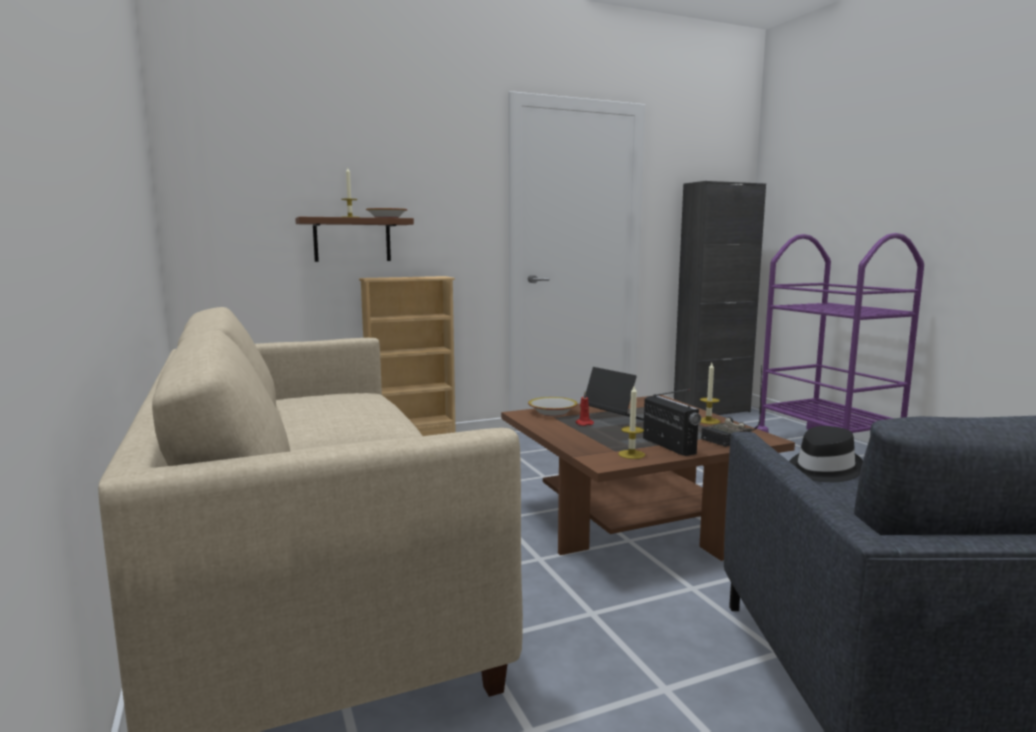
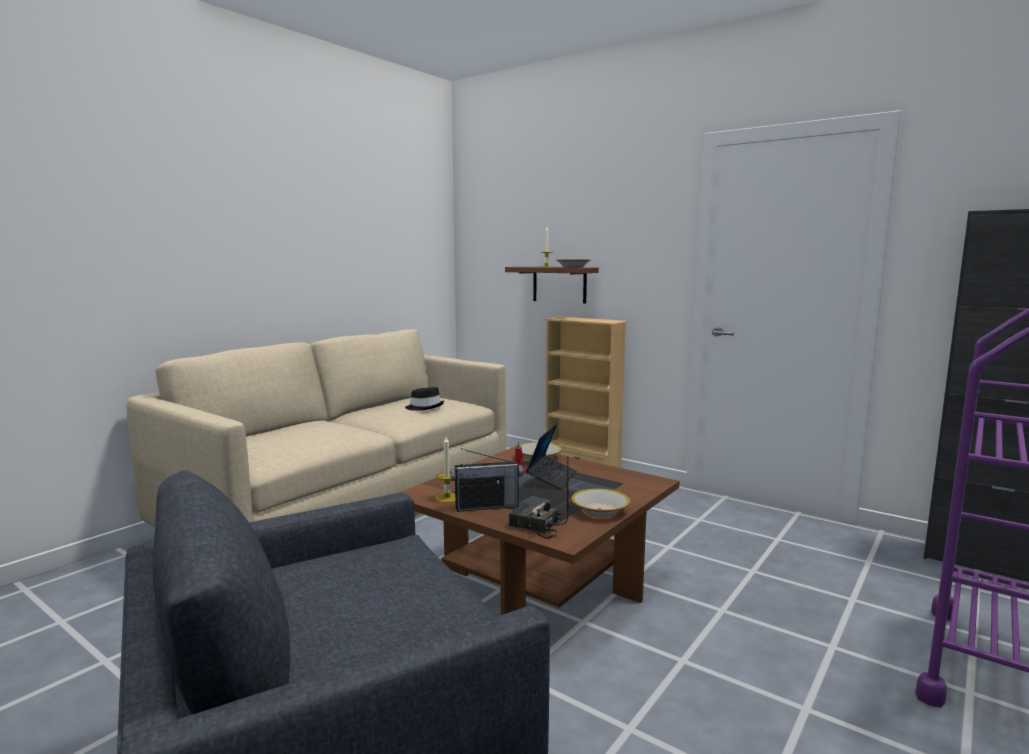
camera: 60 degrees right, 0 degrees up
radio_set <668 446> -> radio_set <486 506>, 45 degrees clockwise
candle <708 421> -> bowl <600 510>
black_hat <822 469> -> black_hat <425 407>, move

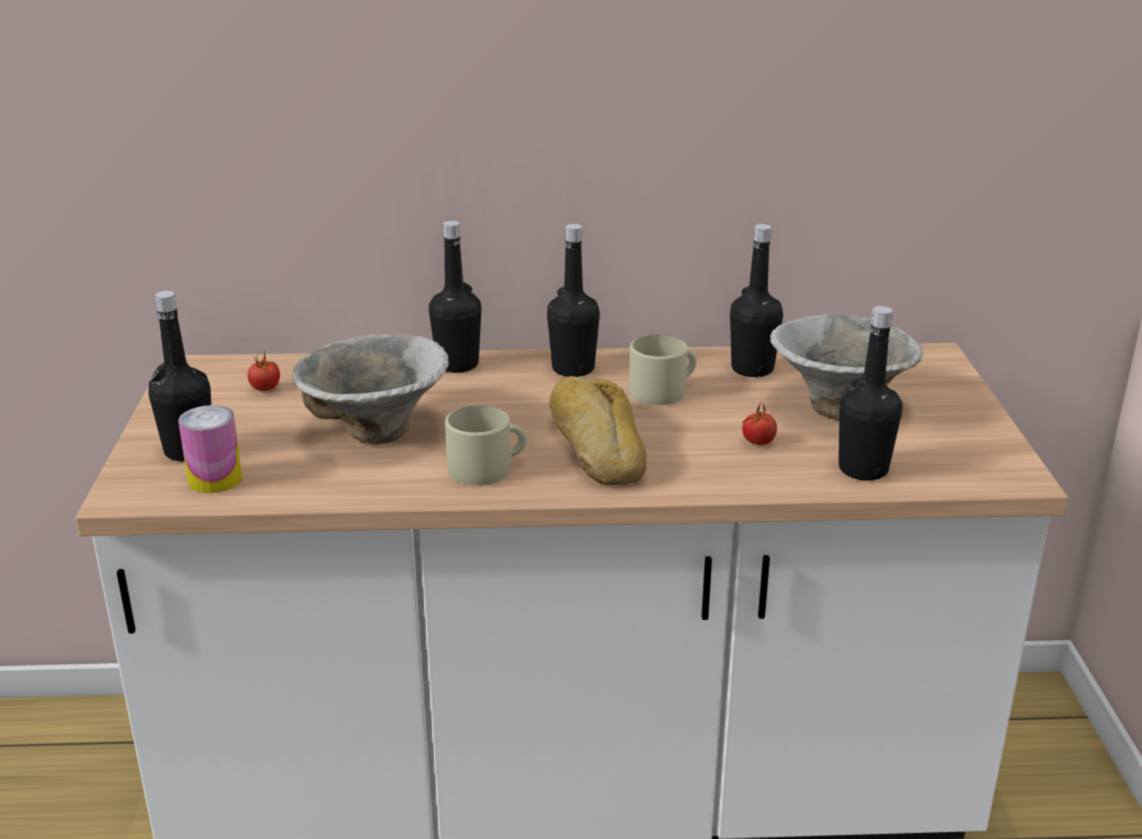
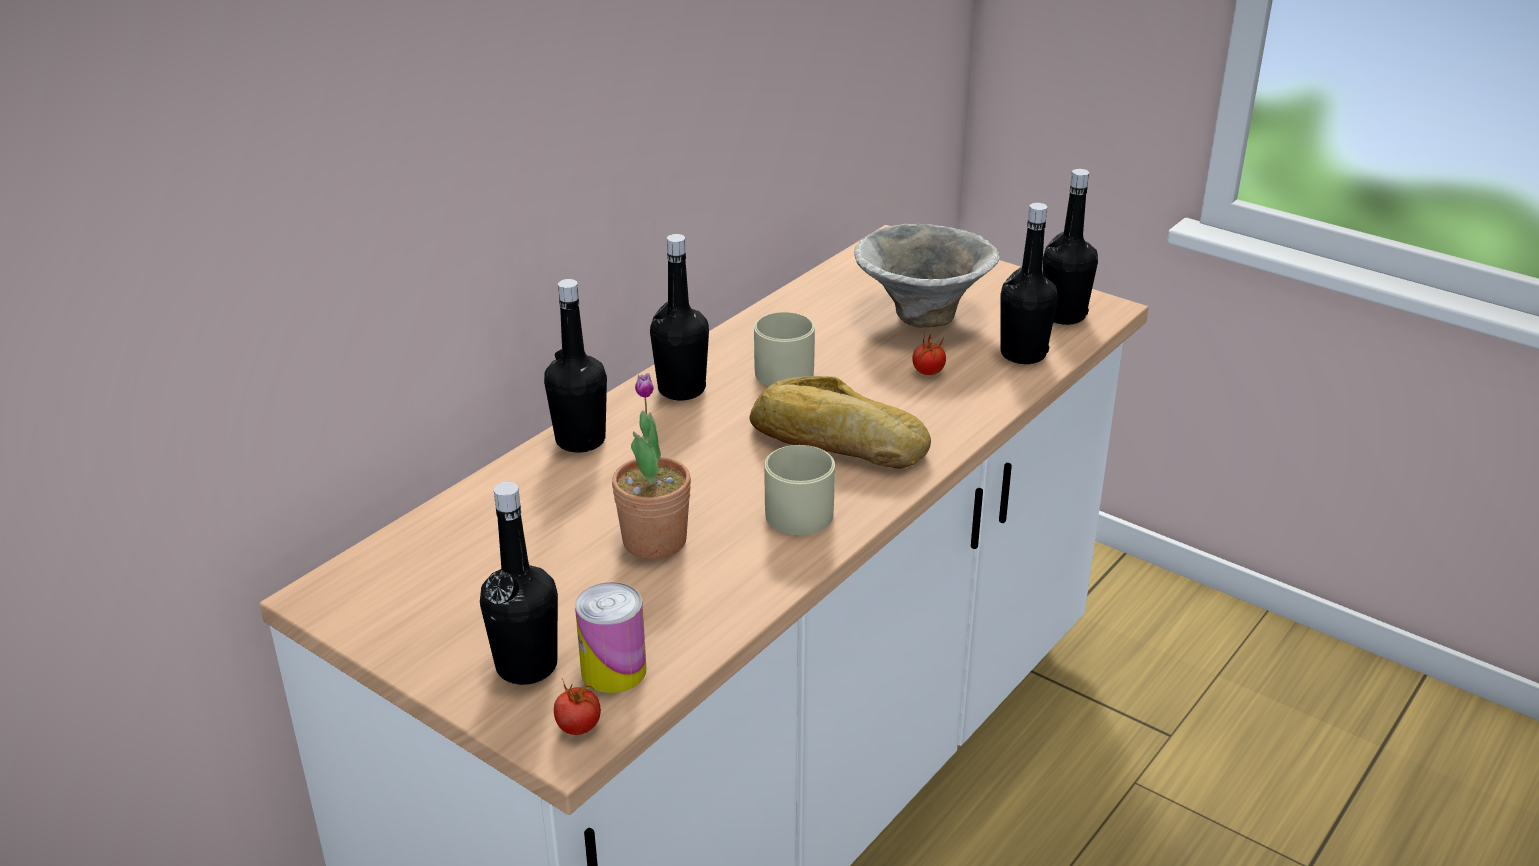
camera: 50 degrees left, 5 degrees up
fresh_tomato <265 389> -> fresh_tomato <578 727>, move
bowl <375 434> -> potted_plant <654 541>
black_drink_bottle <752 369> -> black_drink_bottle <1063 315>, move

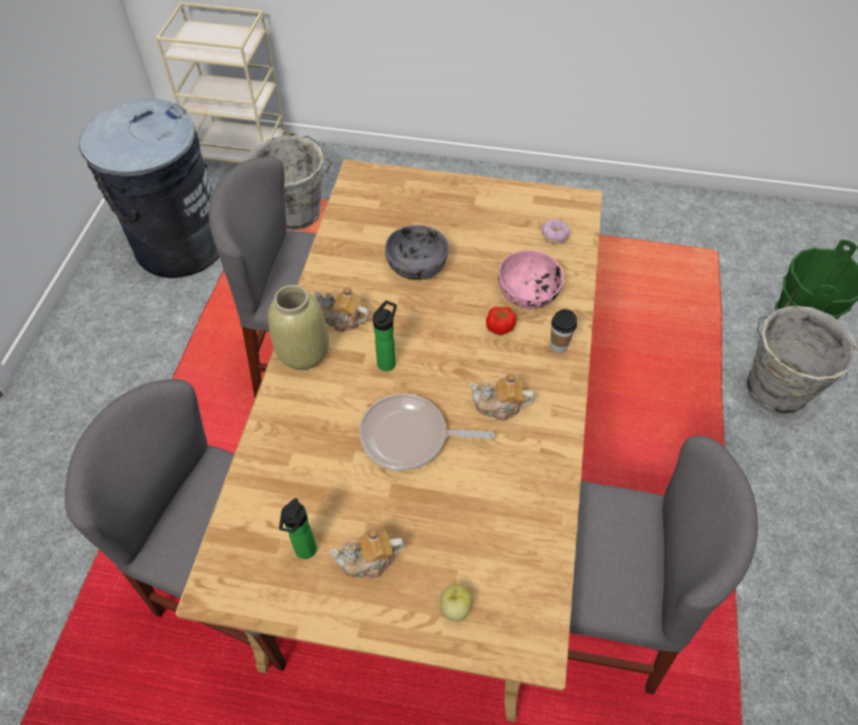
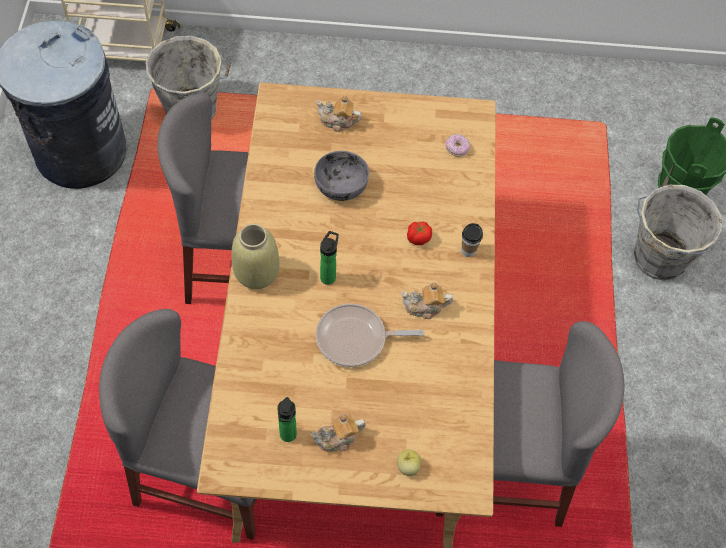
camera: 10 degrees left, 5 degrees up
teapot <342 319> -> teapot <337 122>, move
pinkish_bowl <528 293> -> none

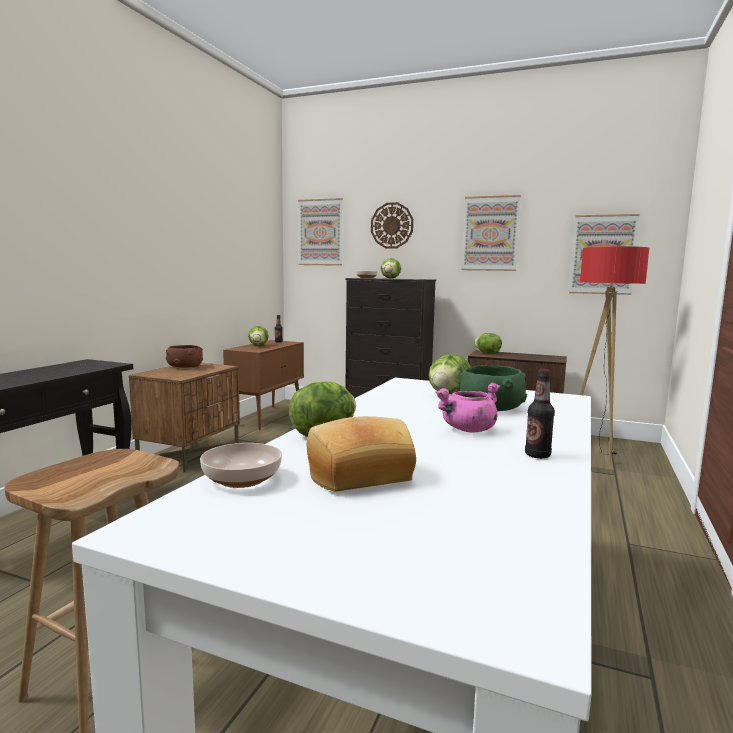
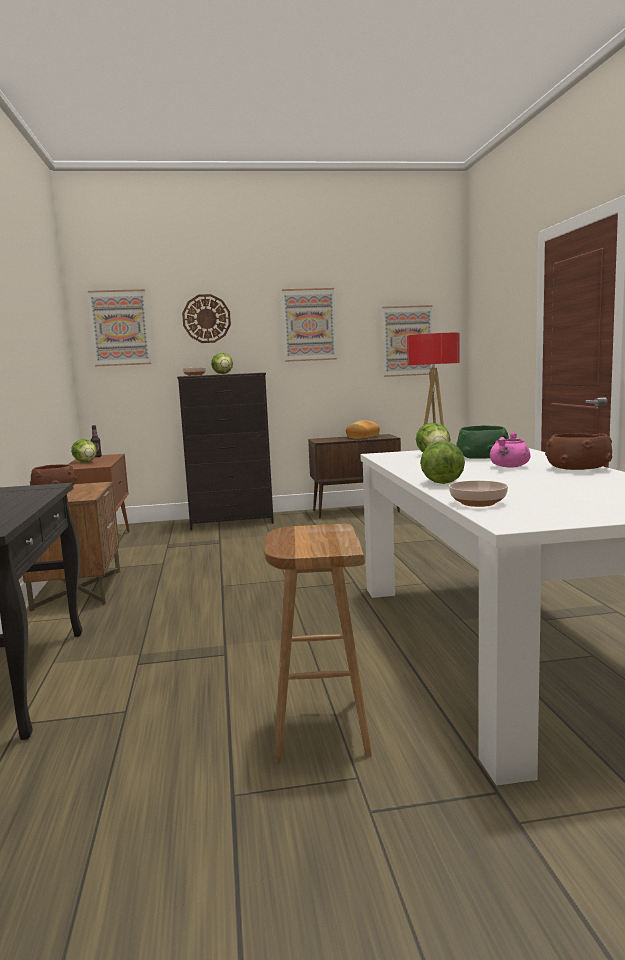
camera: 30 degrees left, 0 degrees up
bread <357 473> -> bread <362 437>, move
head_of_lettuce <487 353> -> none
drink_bottle <537 455> -> brown-coloured_bowl <577 469>

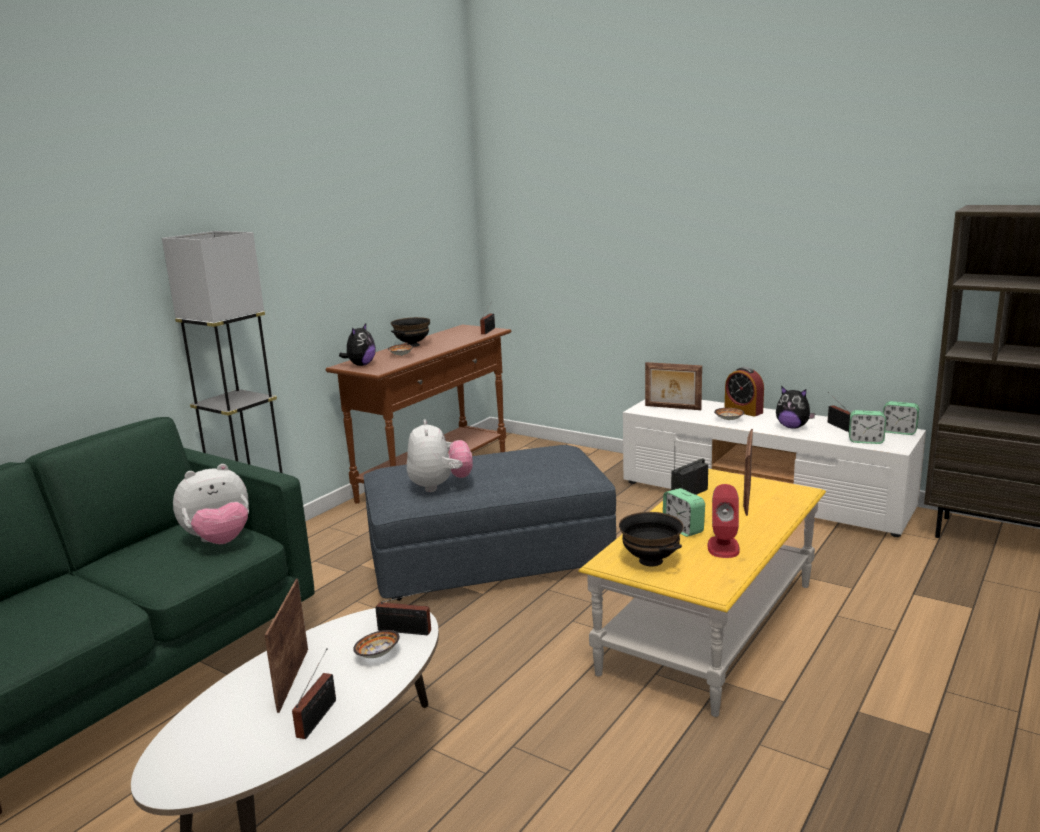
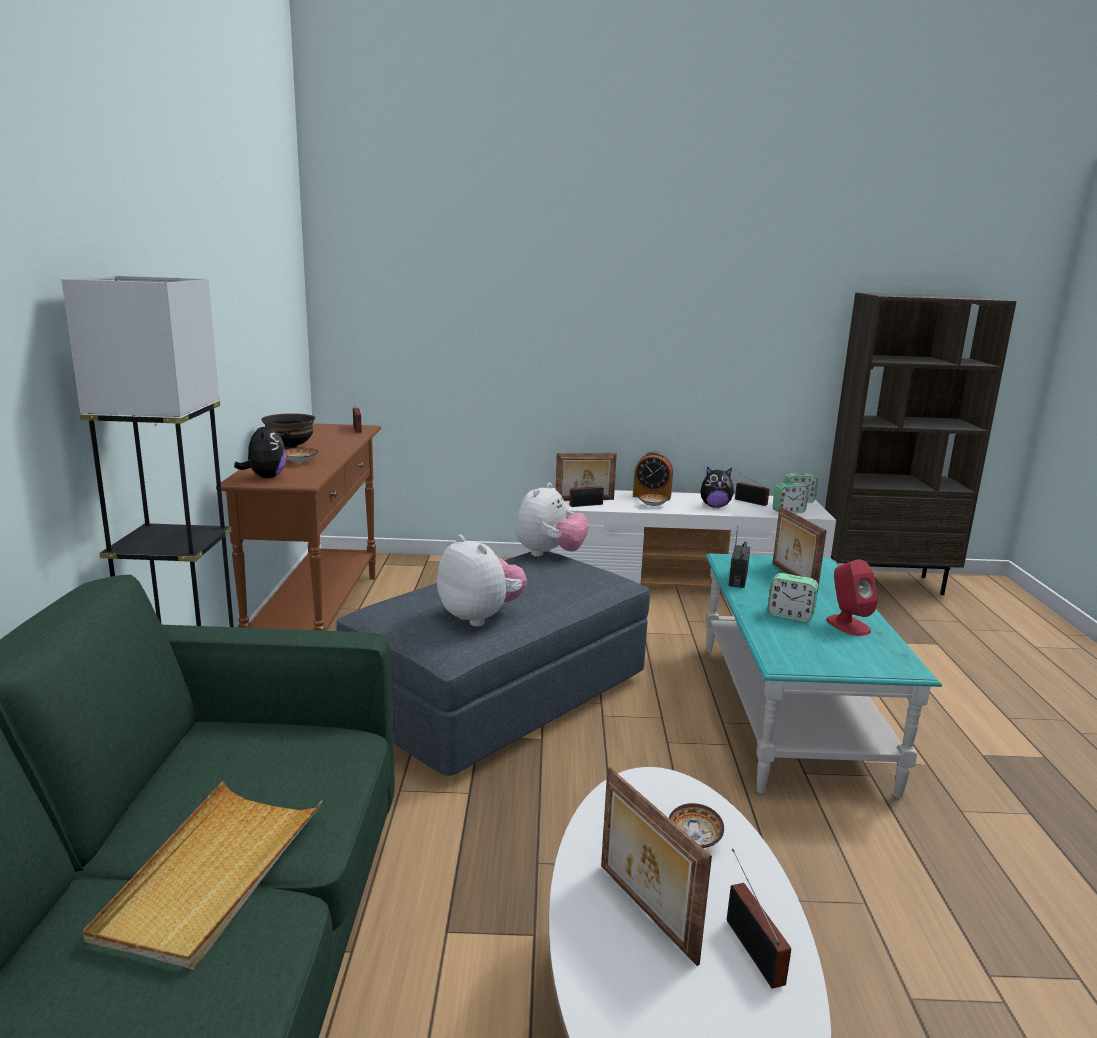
camera: 35 degrees left, 0 degrees up
cuddly_toy <219 541> -> cuddly_toy <549 554>, move
radio_set <407 631> -> radio_set <588 505>, move
yellow-coloured_low_table <710 627> -> turquoise-coloured_low_table <789 713>
black_bowl <650 561> -> none
none -> sand-coloured_serving_tray <212 875>

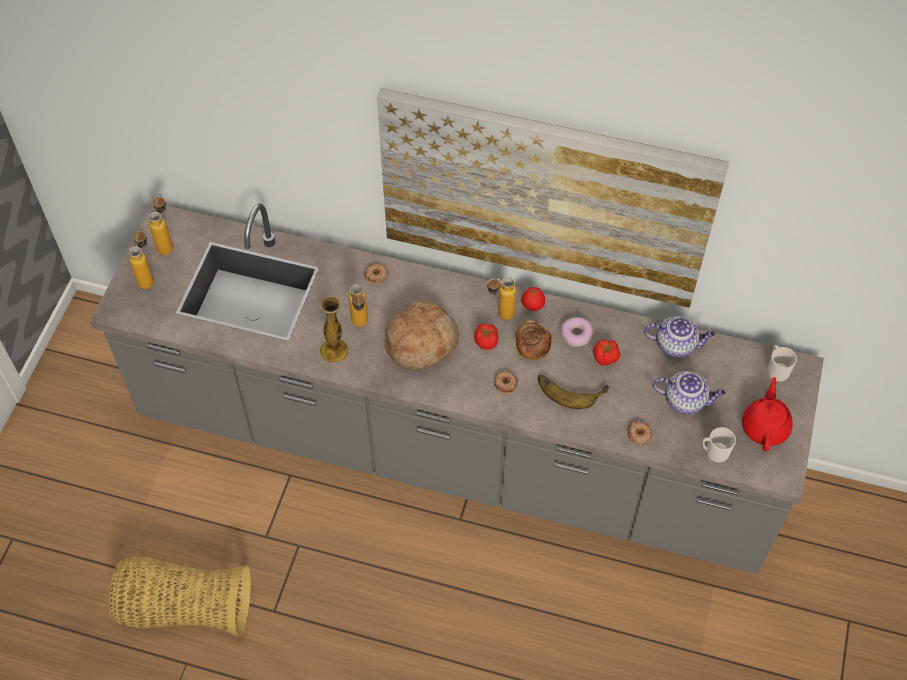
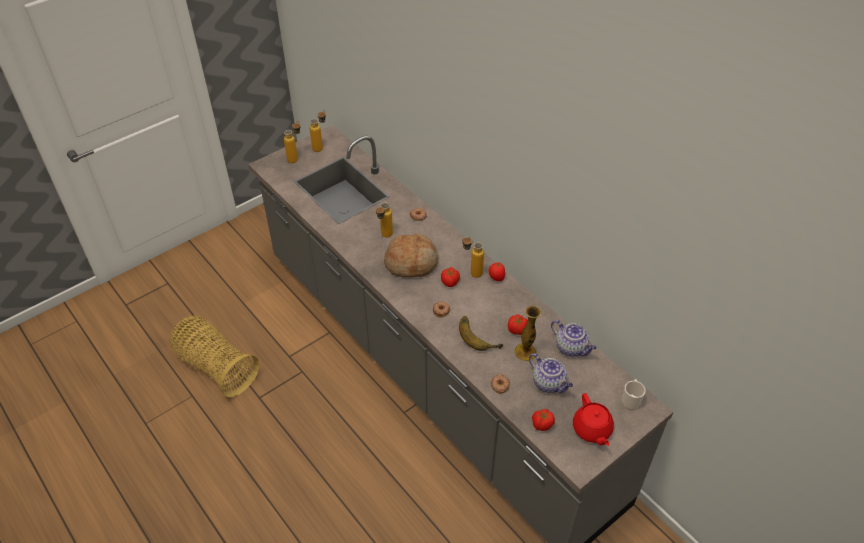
camera: 35 degrees right, 10 degrees down
vase <334 351> -> vase <525 352>, move
wall_picture <544 198> -> none
bread <532 348> -> none
ring_doughnut <576 335> -> none
coffee_mug <714 452> -> fresh_tomato <542 424>
red_teapot <765 427> -> red_teapot <592 430>, 120 degrees clockwise

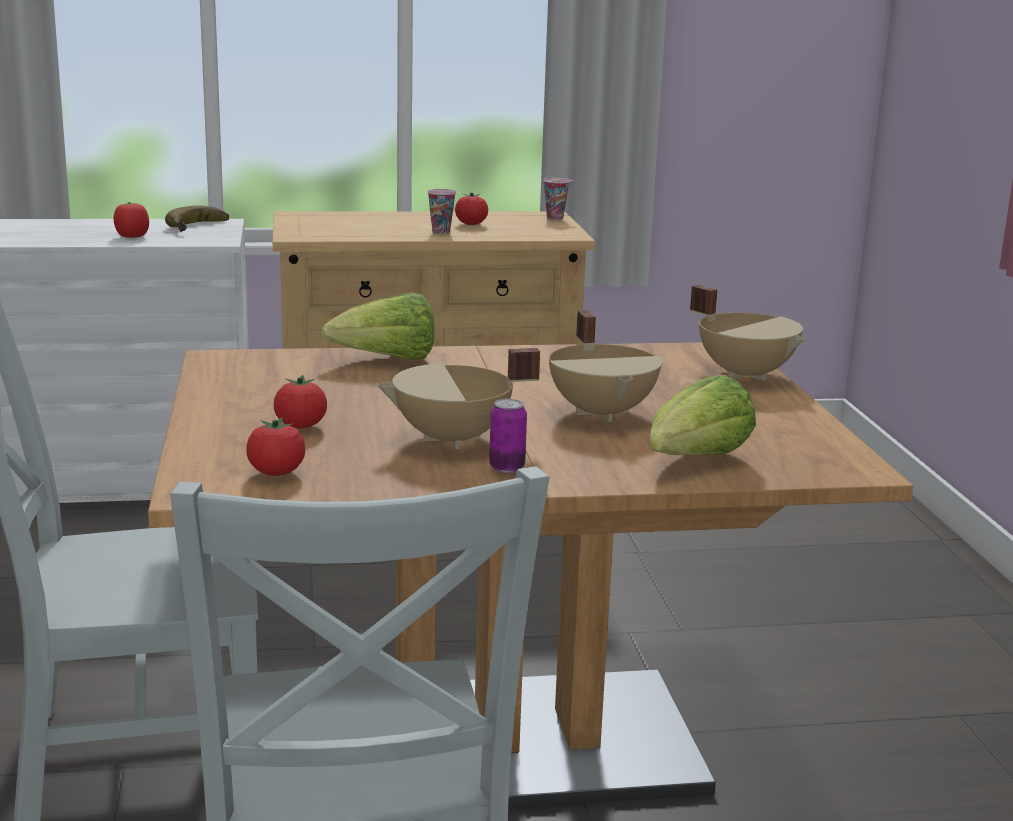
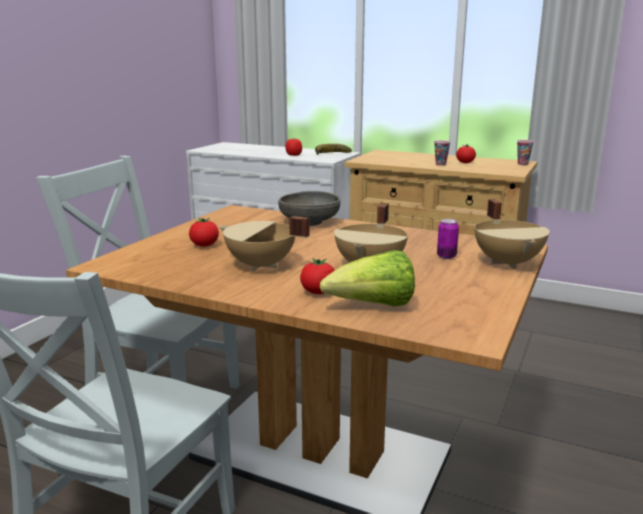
camera: 35 degrees right, 0 degrees up
fresh_tomato <276 473> -> fresh_tomato <318 292>, move
head_of_lettuce <387 360> -> greyish_bowl <309 222>
can <507 468> -> can <446 256>, move

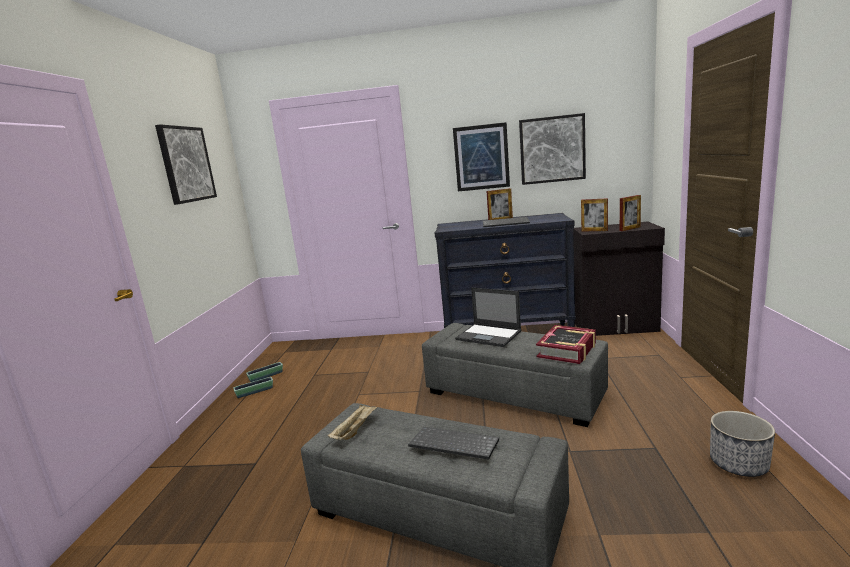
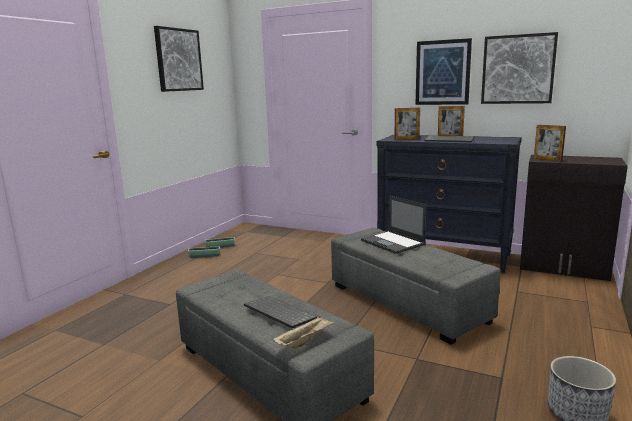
camera: 20 degrees right, 0 degrees up
sand-coloured_serving_tray <354 430> -> sand-coloured_serving_tray <304 341>, move
book <567 350> -> none
photo_frame <630 229> -> photo_frame <406 139>, move

